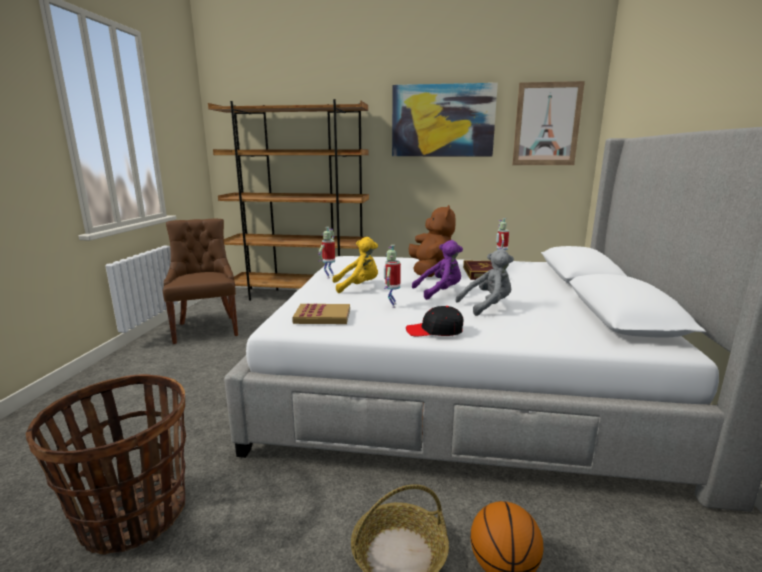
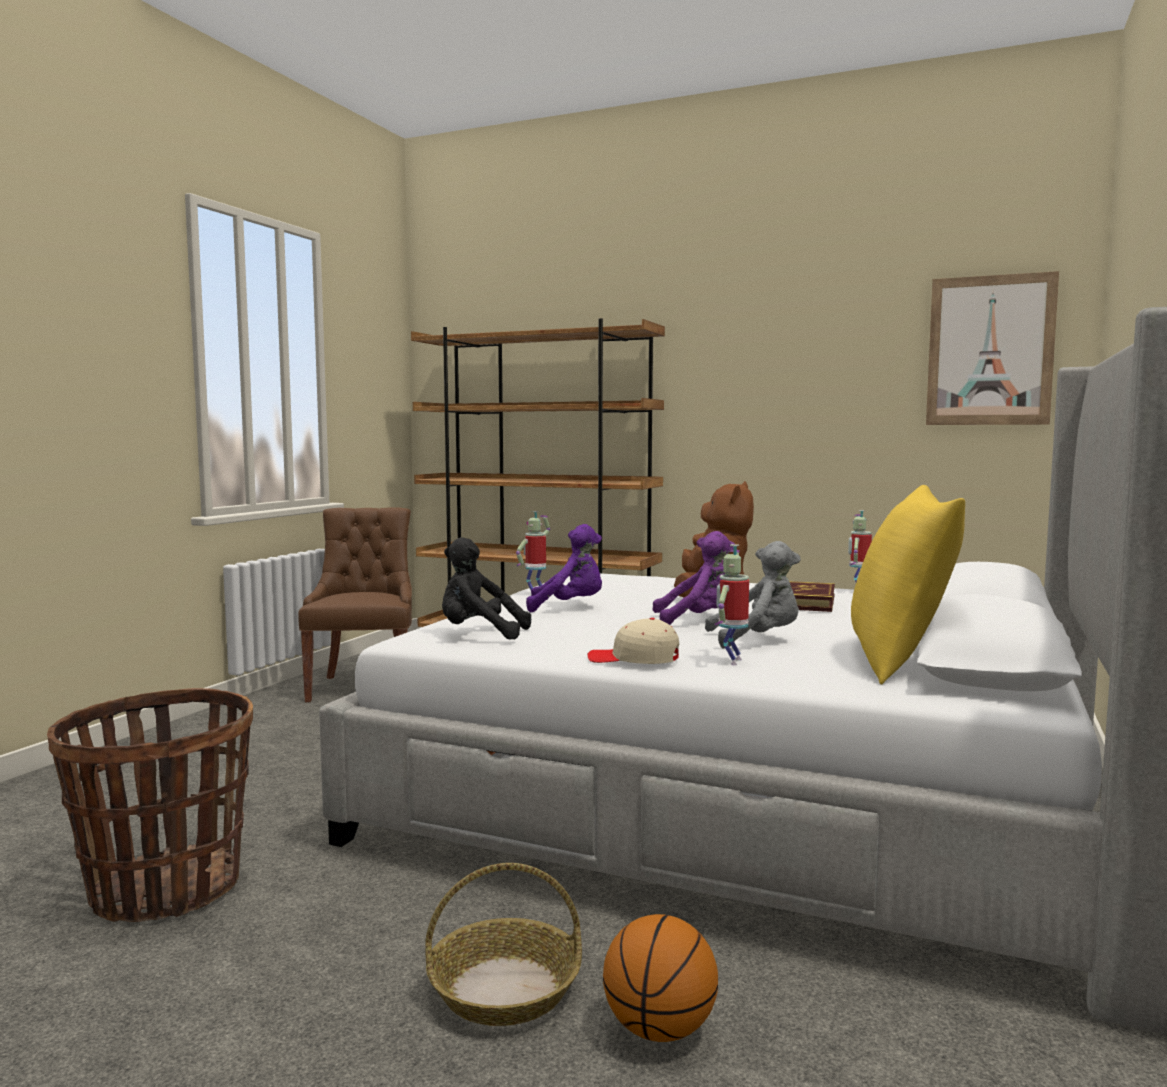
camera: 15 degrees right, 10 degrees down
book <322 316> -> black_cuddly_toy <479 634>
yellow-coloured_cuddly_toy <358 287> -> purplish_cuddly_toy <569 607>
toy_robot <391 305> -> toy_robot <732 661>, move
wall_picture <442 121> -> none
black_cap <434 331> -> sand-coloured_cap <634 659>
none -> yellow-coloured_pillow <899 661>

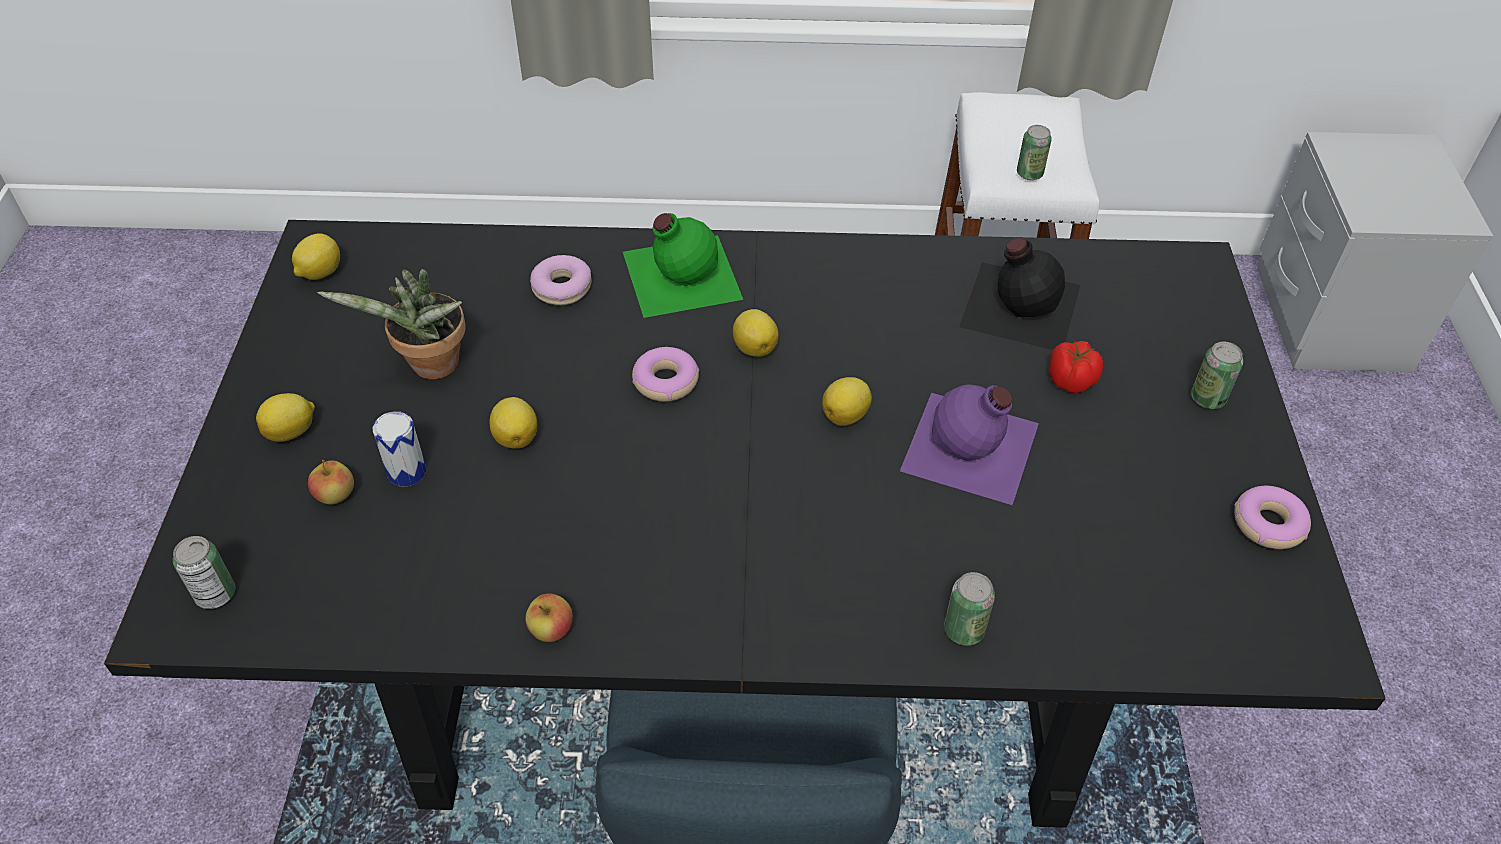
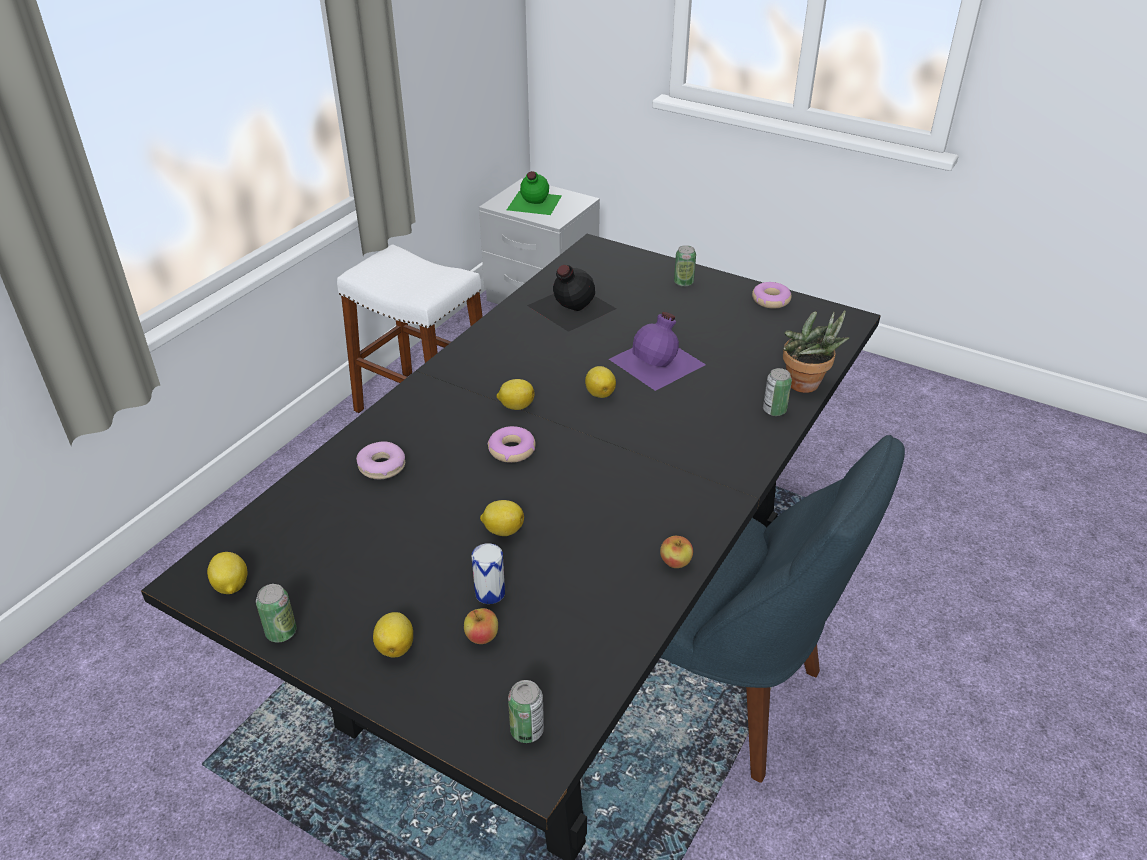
camera: 60 degrees left, 10 degrees down
potted_plant <430 368> -> potted_plant <806 386>, move
green_drink_bottle <679 274> -> green_drink_bottle <533 203>, move
can <1029 174> -> can <281 632>, move
fresh_tomato <1070 380> -> none

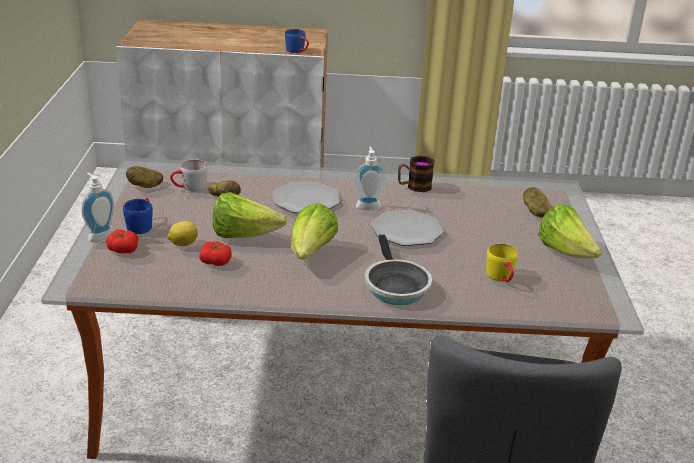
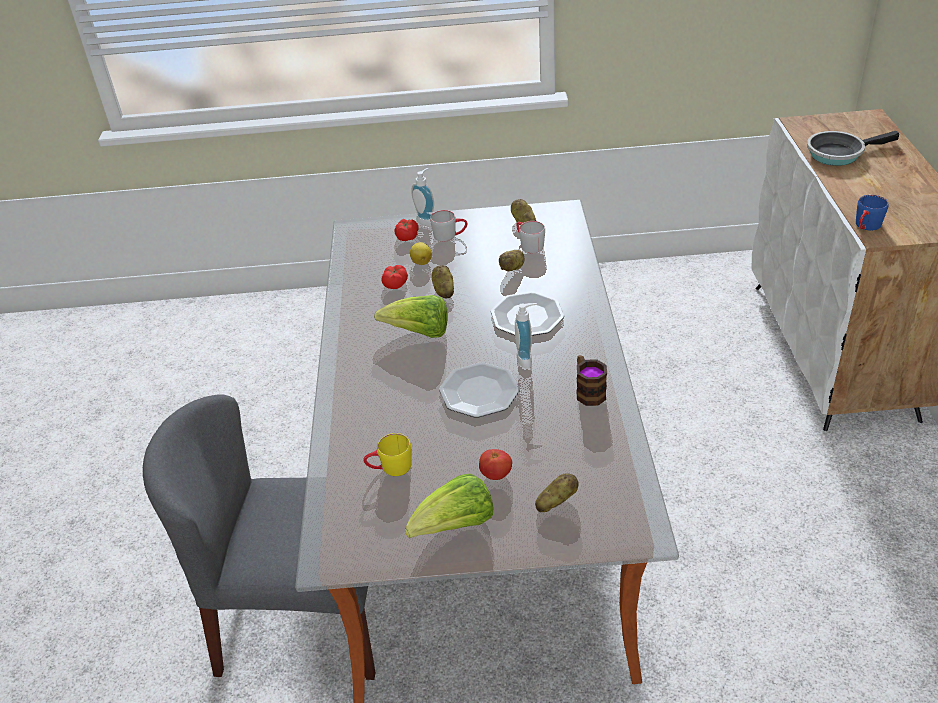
camera: 90 degrees right, 10 degrees up
blue_coffee_mug <141 225> -> greyish_coffee_mug <450 235>
head_of_lettuce <244 235> -> spud <443 290>
pan <395 286> -> pan <838 153>, move
none -> fresh_tomato <496 475>

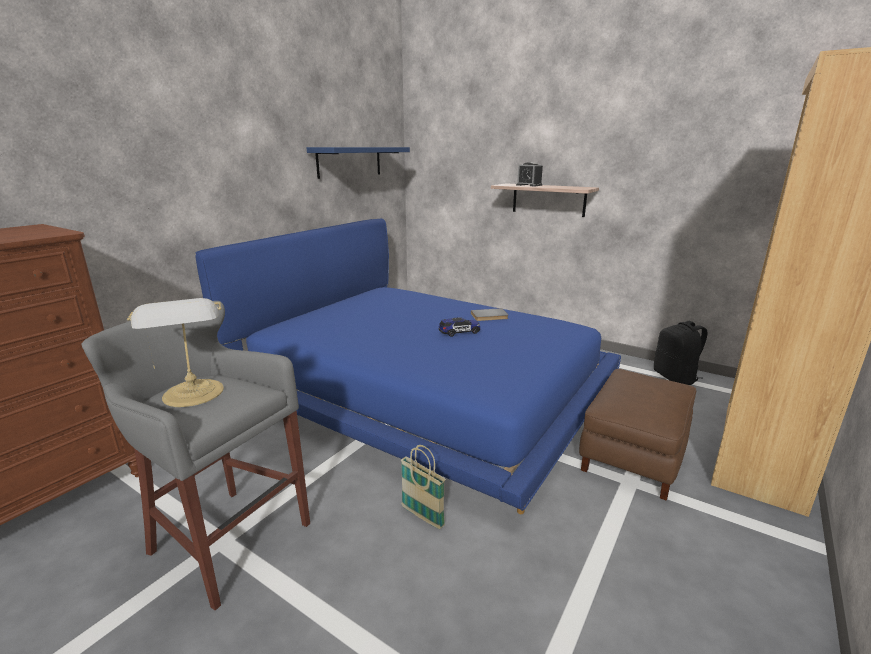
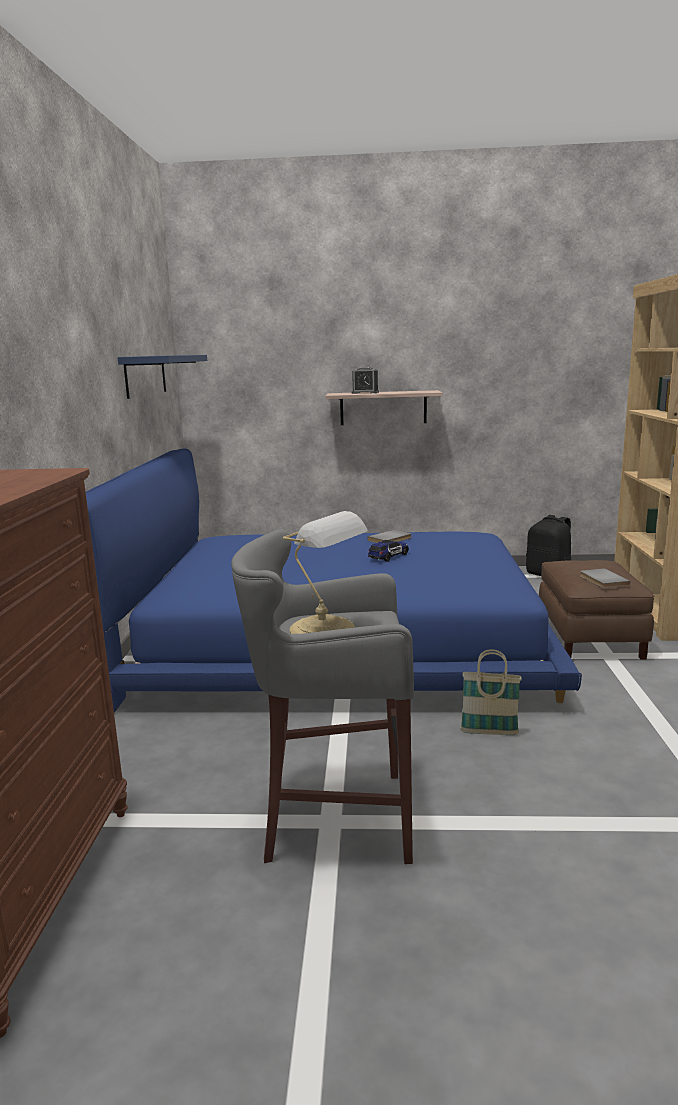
camera: 30 degrees left, 5 degrees down
none -> greyish_book <602 580>

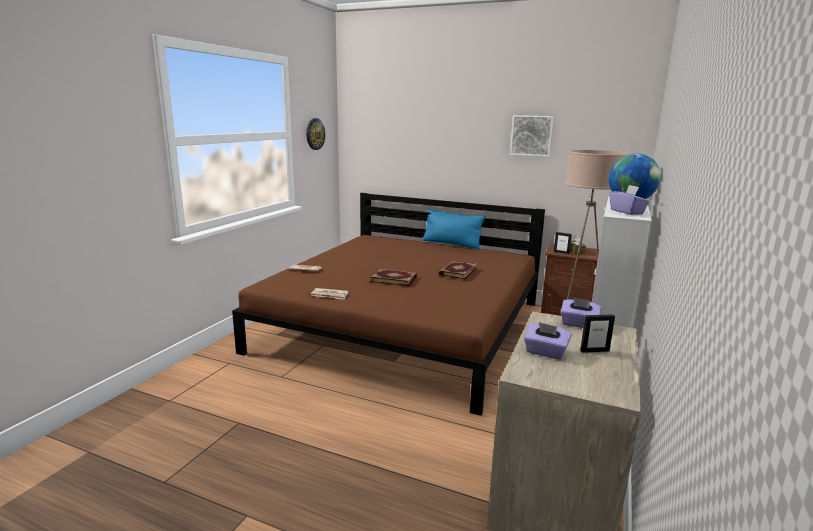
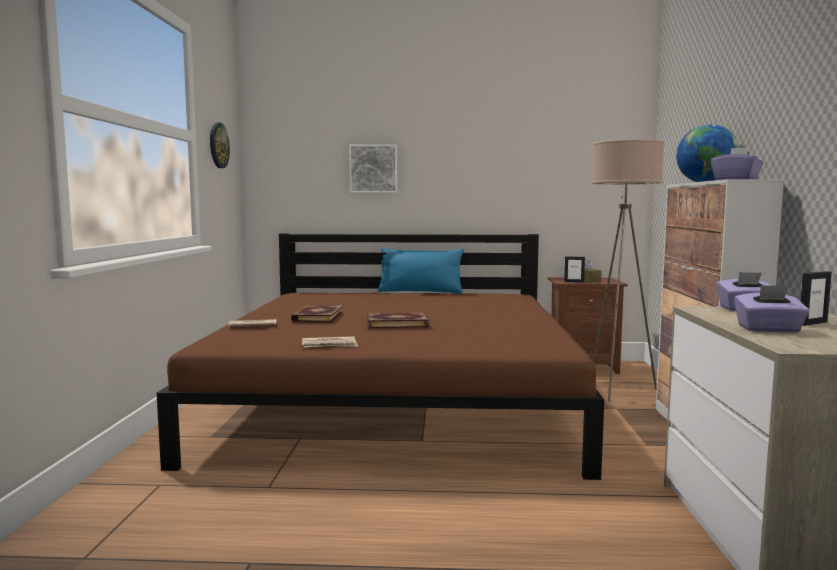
camera: 20 degrees left, 10 degrees down
book <457 271> -> book <317 316>, move
wall_picture <531 135> -> wall_picture <373 169>, move

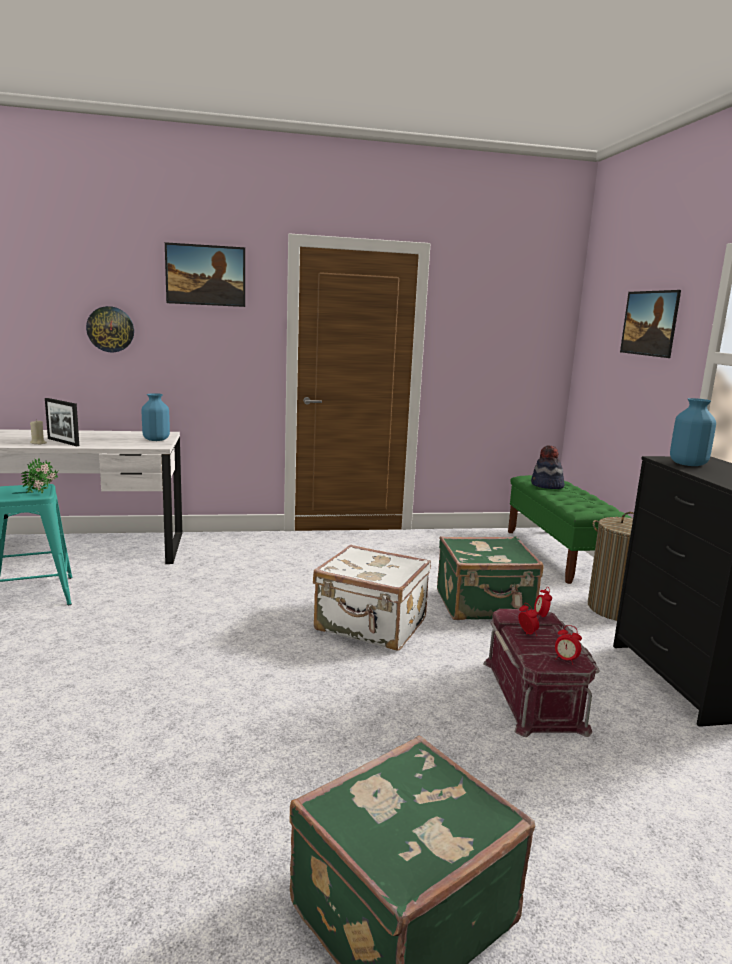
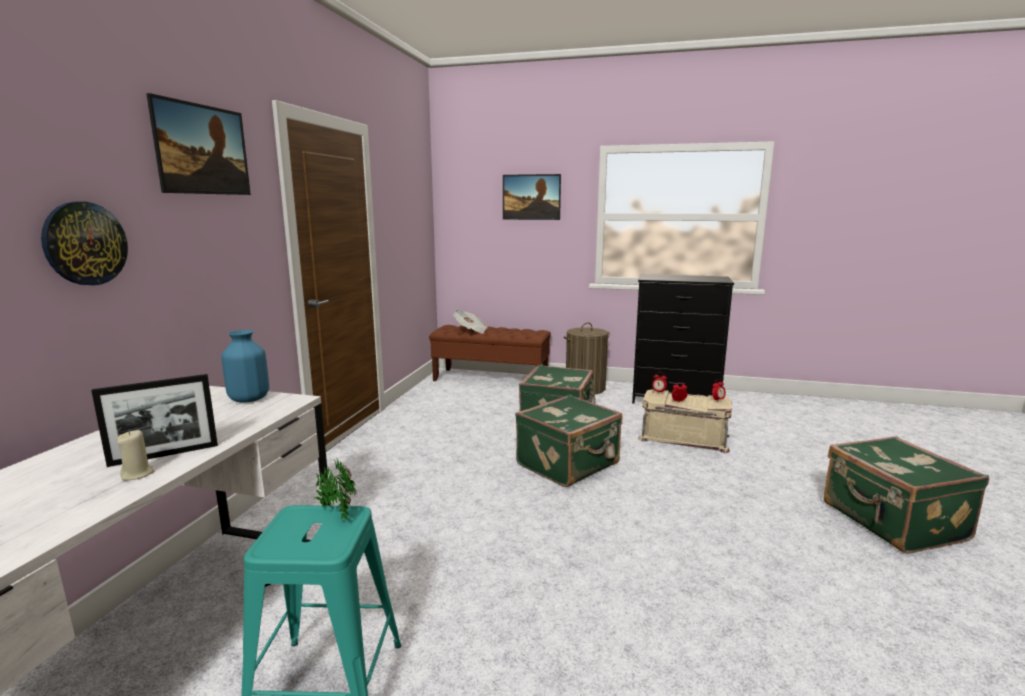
camera: 65 degrees left, 0 degrees up
whitish_piece_of_luggage <371 626> -> green_piece_of_luggage <569 464>
red_storage_container <535 695> -> sand-coloured_storage_container <684 437>
green_bench <559 554> -> brown-coloured_bench <491 379>
hat <546 486> -> printed_paper <471 331>
blue_vase <688 464> -> none

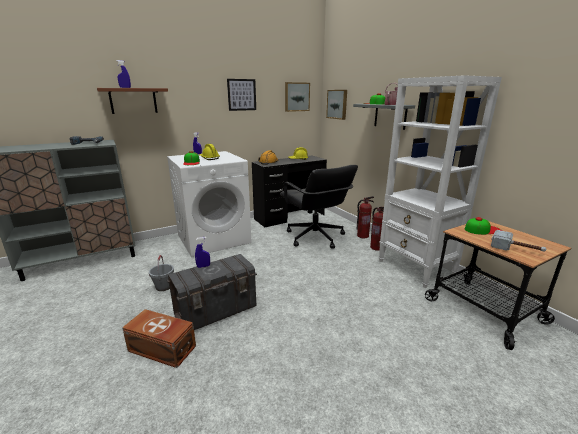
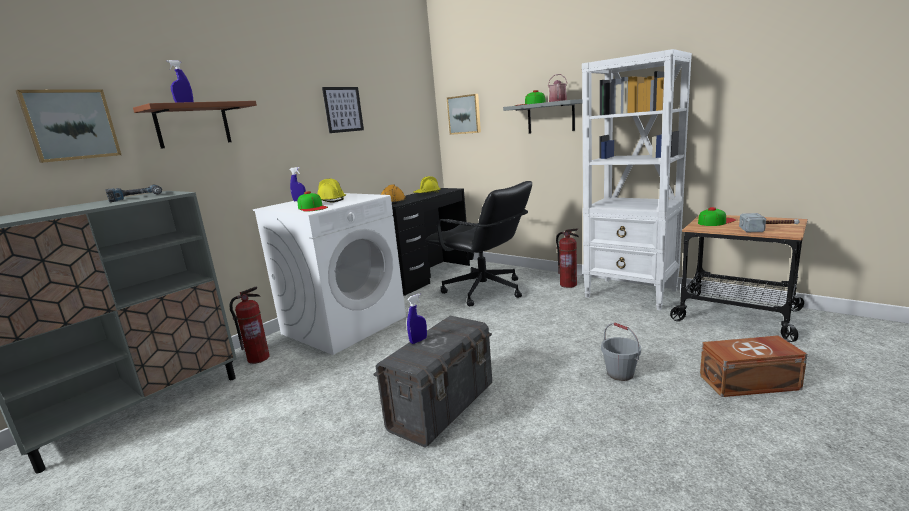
camera: 20 degrees left, 5 degrees down
brown-coloured_storage_container <162 349> -> brown-coloured_storage_container <750 383>, move
greyish_pail <164 286> -> greyish_pail <620 374>, move
wall_picture <296 97> -> wall_picture <71 125>, move
fire_extinguisher <362 236> -> fire_extinguisher <259 358>, move

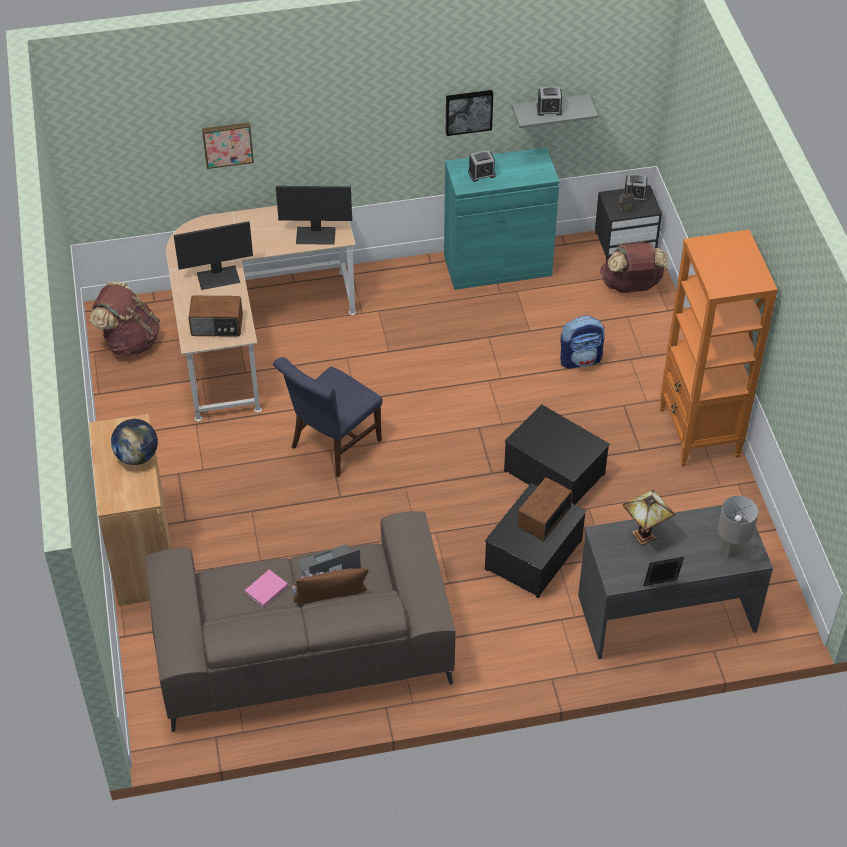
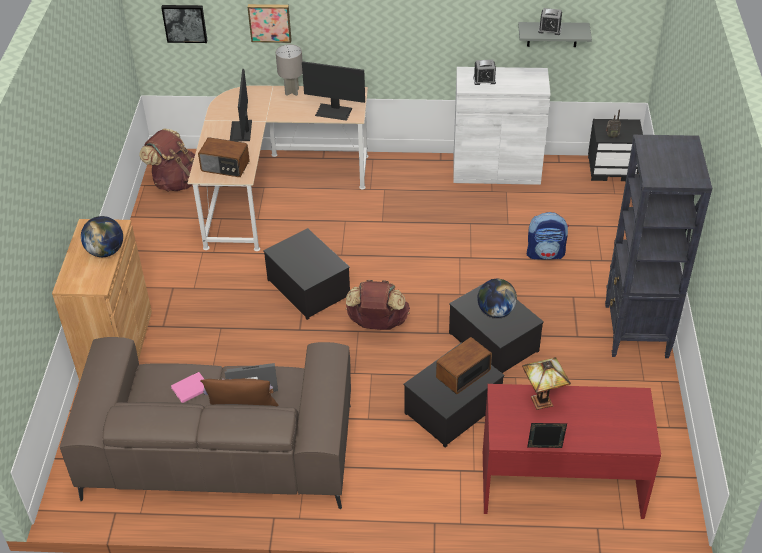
camera: 15 degrees right, 5 degrees down
computer_display <218 277> -> computer_display <242 131>, 90 degrees clockwise
blue_chair <332 446> -> storage_container <307 288>
turquoise-coloured_storage_cabinet <497 265> -> whitish_storage_cabinet <496 170>
wall_picture <468 111> -> wall_picture <185 22>, move
greyish_desk_unit <666 612> -> red_desk_unit <561 483>
brown-coloured_backpack <631 287> -> brown-coloured_backpack <377 323>, move
alarm_clock <634 195> -> none
orangey_bookcase <699 433> -> black_bookcase <636 332>
greyish_table_lamp <731 550> -> greyish_table_lamp <292 92>, move
none -> globe <495 311>

